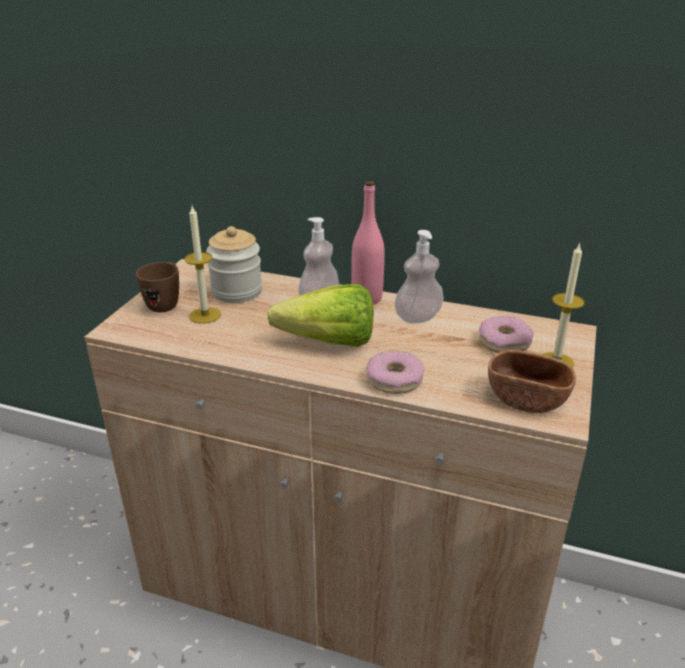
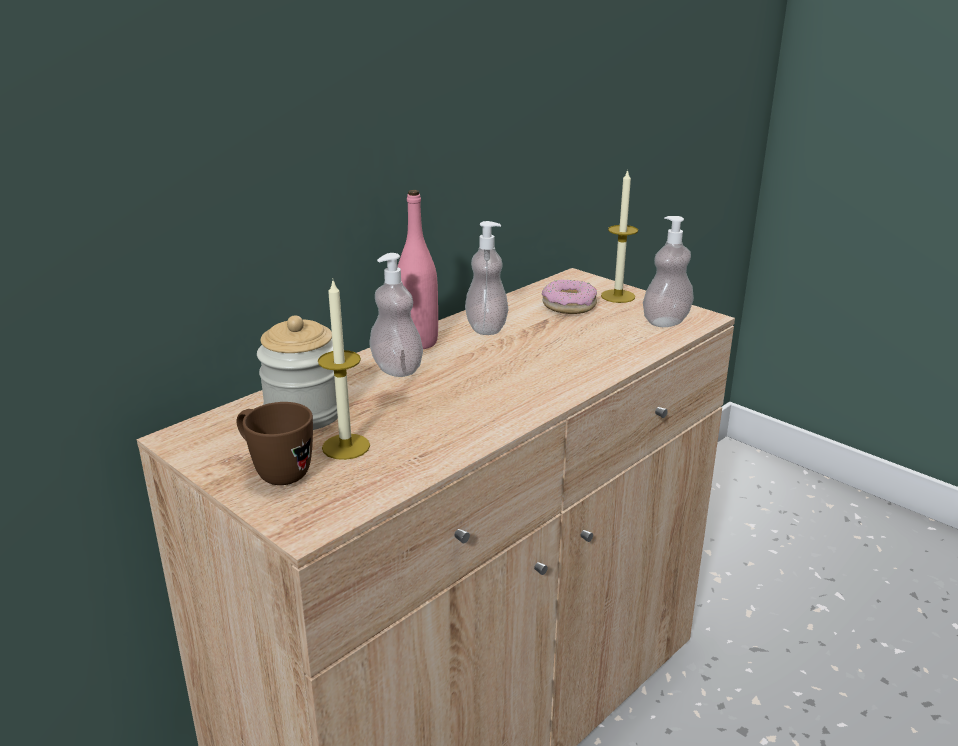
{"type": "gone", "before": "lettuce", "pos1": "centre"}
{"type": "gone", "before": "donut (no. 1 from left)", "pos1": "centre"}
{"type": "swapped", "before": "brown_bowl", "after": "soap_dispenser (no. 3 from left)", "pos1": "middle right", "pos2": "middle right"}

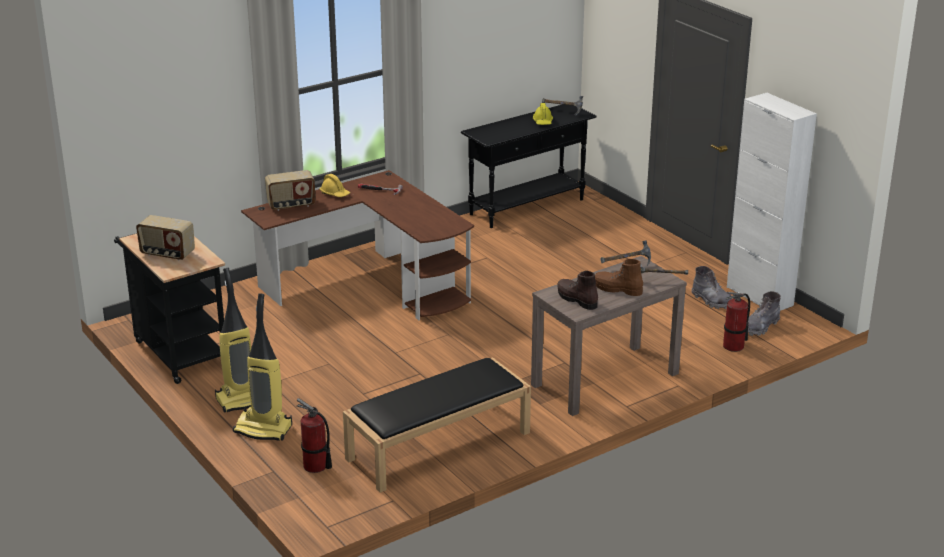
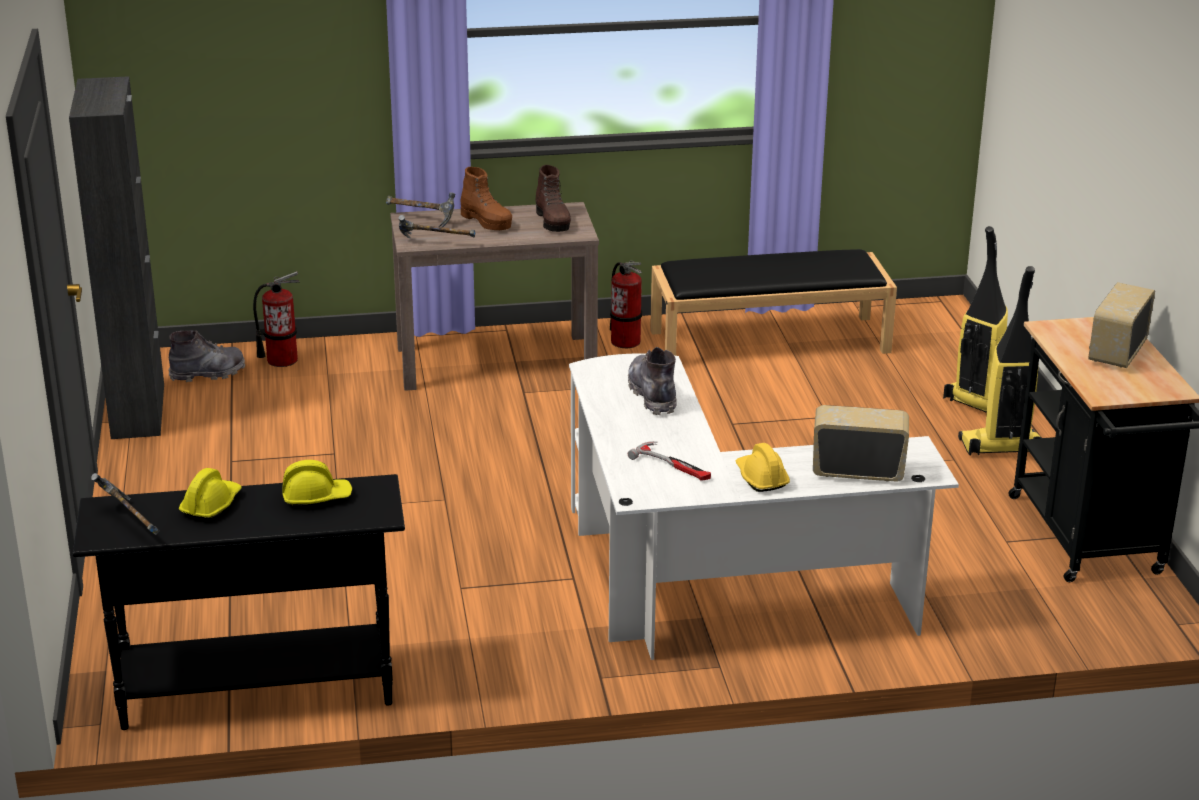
{"type": "new", "after": "yellow_hard_hat (no. 2 from left)", "pos2": "middle left"}
{"type": "shifted", "before": "fire_extinguisher (no. 1 from left in the first image)", "after": "fire_extinguisher (no. 2 from left)", "pos1": "bottom left", "pos2": "centre"}
{"type": "shifted", "before": "grey_boot (no. 1 from left in the first image)", "after": "grey_boot (no. 2 from left)", "pos1": "middle right", "pos2": "centre"}
{"type": "repainted", "before": "brown_desk", "after": "white_desk", "pos1": "centre", "pos2": "centre"}
{"type": "repainted", "before": "white_cabinet", "after": "black_cabinet", "pos1": "middle right", "pos2": "top left"}
{"type": "rotated", "before": "radio (no. 1 from left in the first image)", "pos1": "middle left", "pos2": "middle right", "turn": -105}

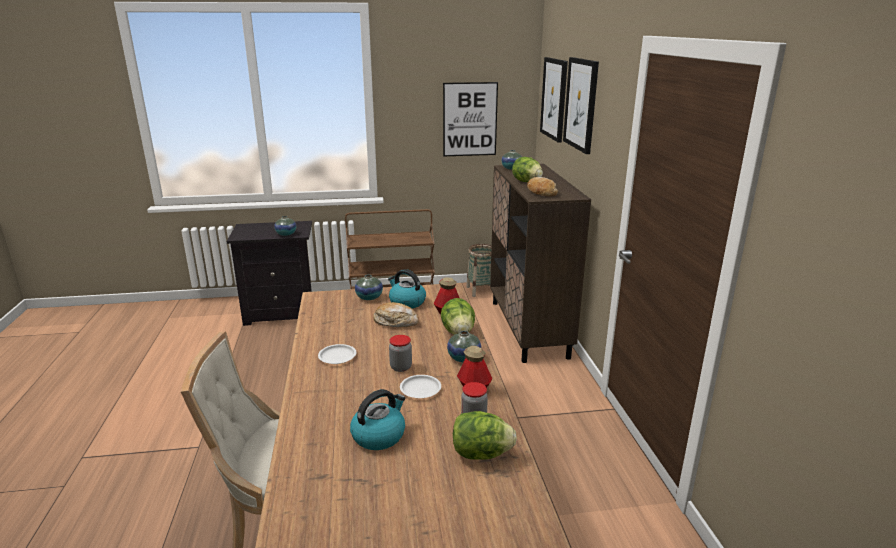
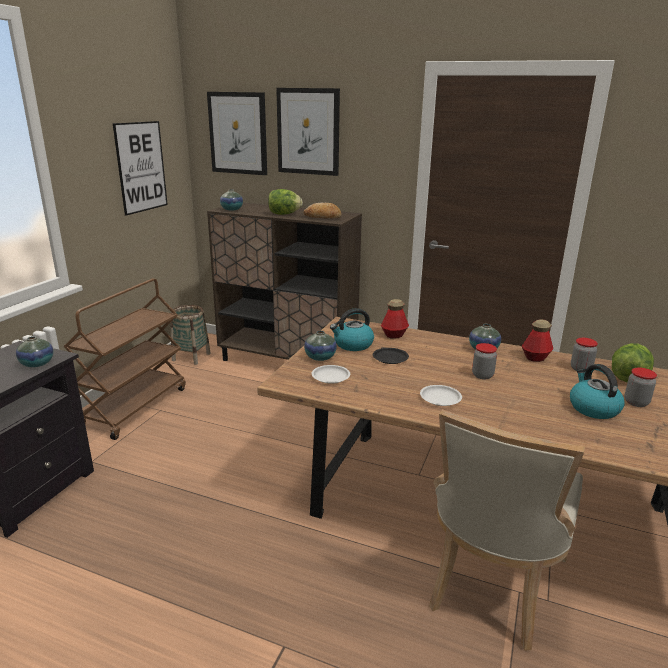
{"type": "gone", "before": "lettuce (no. 1 from left)", "pos1": "centre"}
{"type": "new", "after": "jar (no. 3 from left)", "pos2": "middle right"}
{"type": "shifted", "before": "white_plate (no. 2 from left in the first image)", "after": "white_plate (no. 1 from left)", "pos1": "bottom centre", "pos2": "centre"}
{"type": "swapped", "before": "bread (no. 1 from left)", "after": "black_plate", "pos1": "centre", "pos2": "centre"}

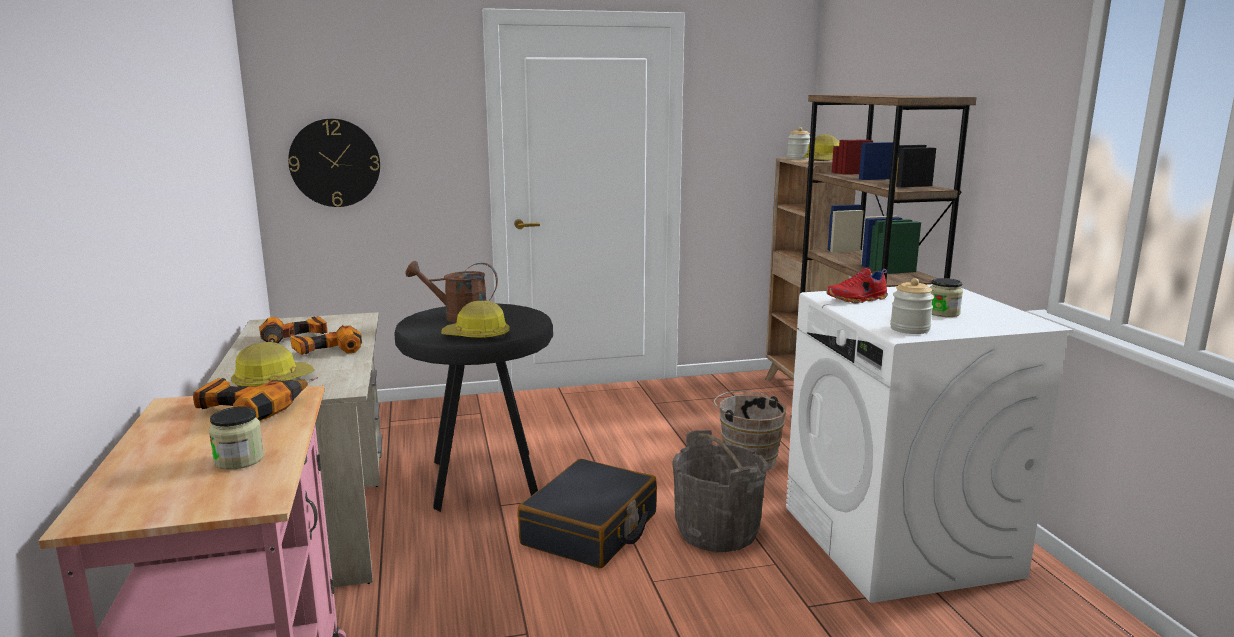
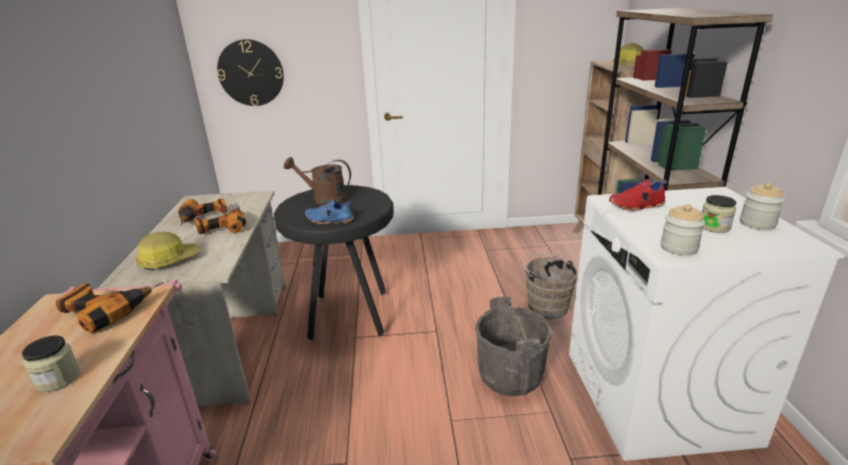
{"type": "gone", "before": "black_suitcase", "pos1": "bottom centre"}
{"type": "shifted", "before": "jar (no. 2 from left in the first image)", "after": "jar (no. 4 from left)", "pos1": "top centre", "pos2": "middle right"}
{"type": "swapped", "before": "hard_hat (no. 2 from left)", "after": "blue_shoe", "pos1": "centre", "pos2": "centre"}

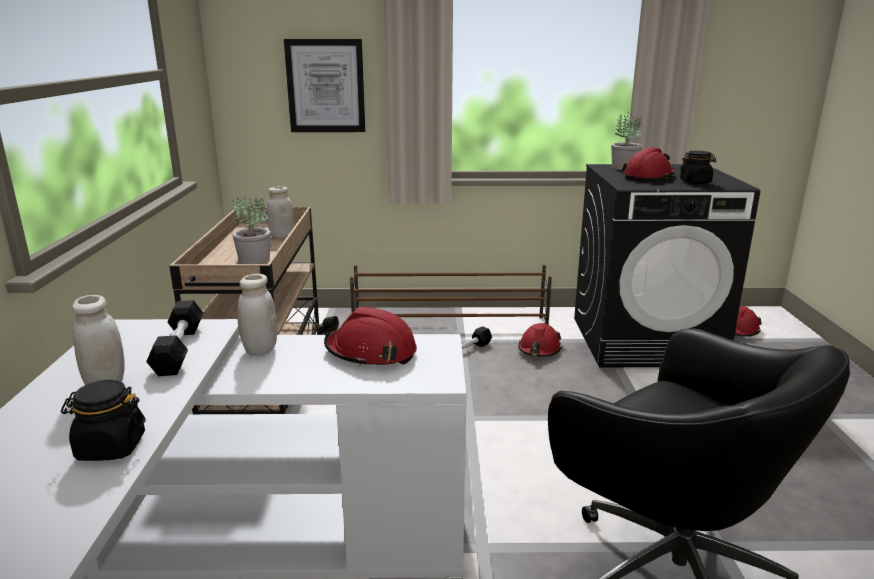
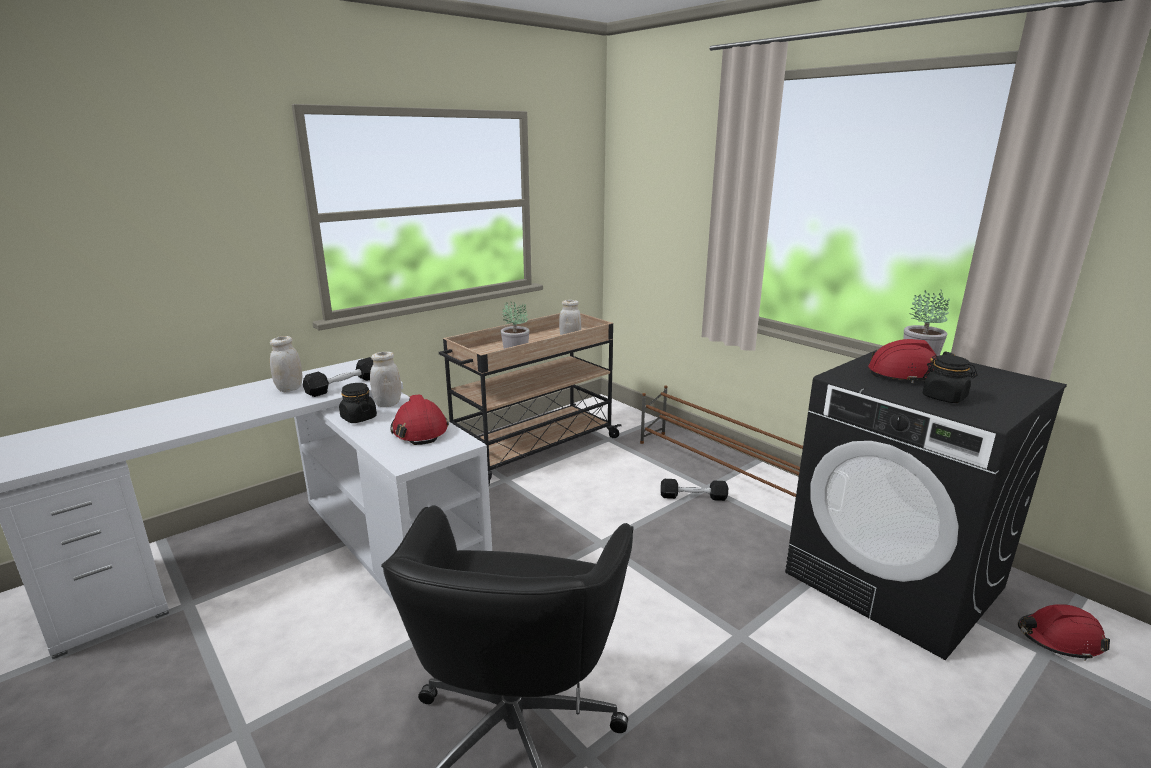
{"type": "gone", "before": "picture", "pos1": "top centre"}
{"type": "gone", "before": "red_hard_hat (no. 2 from left)", "pos1": "centre"}
{"type": "shifted", "before": "black_jar (no. 1 from left)", "pos1": "bottom left", "pos2": "middle left"}

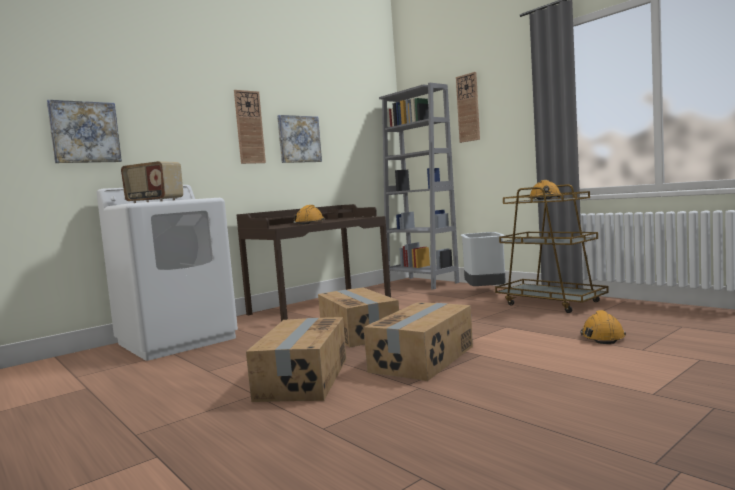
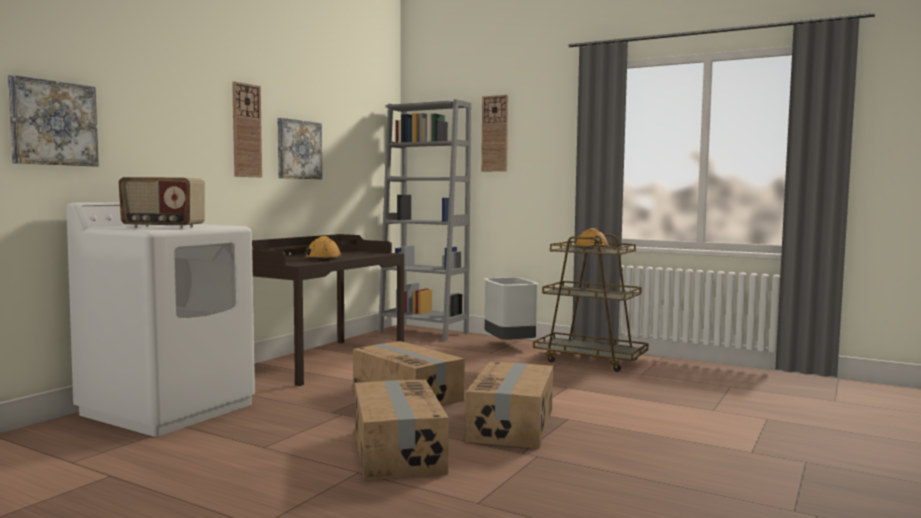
{"type": "gone", "before": "orange_hard_hat (no. 3 from left)", "pos1": "bottom right"}

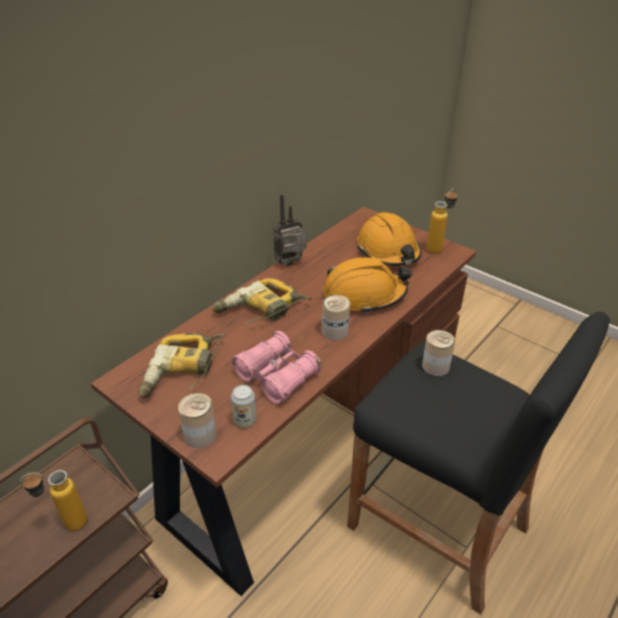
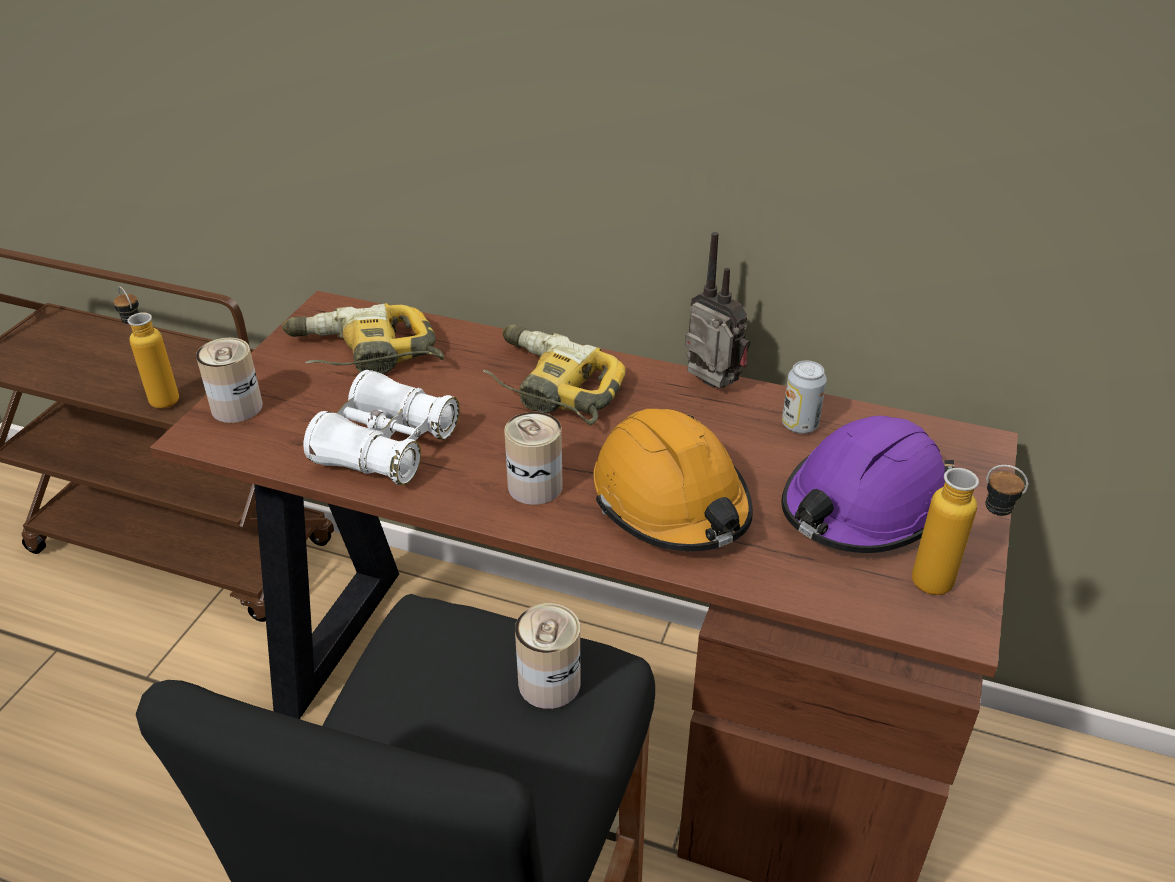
{"type": "shifted", "before": "can (no. 2 from left in the first image)", "after": "can (no. 4 from left)", "pos1": "centre", "pos2": "middle right"}
{"type": "repainted", "before": "pink_binoculars", "after": "white_binoculars", "pos1": "centre", "pos2": "middle left"}
{"type": "repainted", "before": "orange_hard_hat (no. 2 from left)", "after": "purple_hard_hat", "pos1": "centre", "pos2": "middle right"}

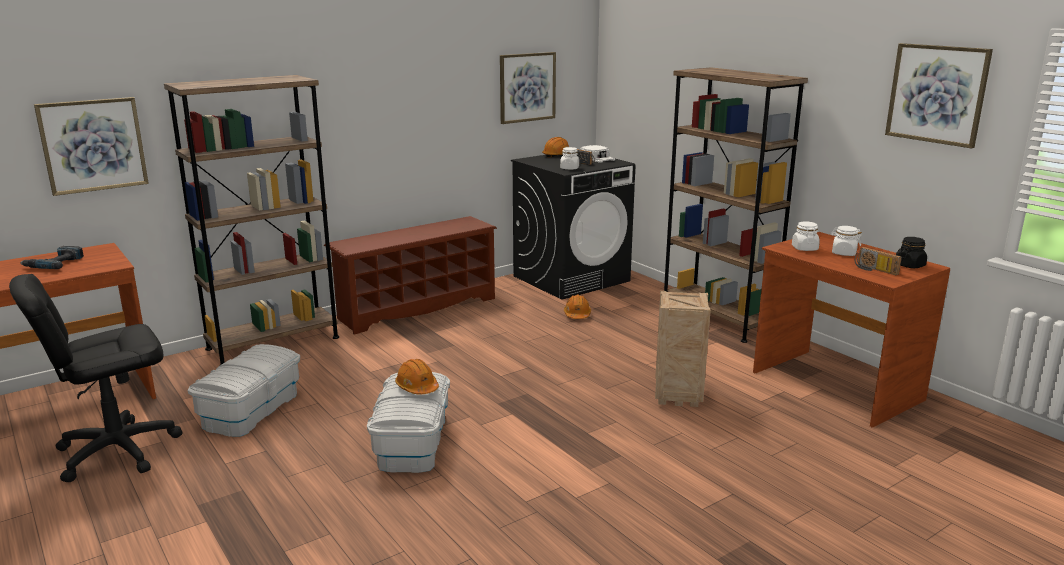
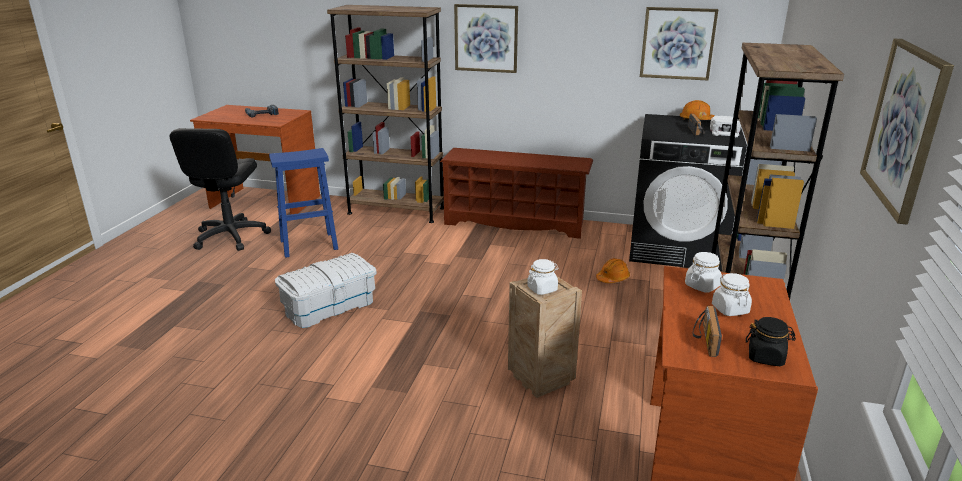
{"type": "gone", "before": "orange_hard_hat (no. 1 from left)", "pos1": "centre"}
{"type": "shifted", "before": "picture (no. 1 from left)", "pos1": "top left", "pos2": "top centre"}
{"type": "shifted", "before": "white_jar (no. 1 from left)", "pos1": "top centre", "pos2": "centre"}
{"type": "swapped", "before": "white_storage_box (no. 1 from left)", "after": "blue_stool", "pos1": "bottom left", "pos2": "middle left"}
{"type": "rotated", "before": "black_office_chair", "pos1": "bottom left", "pos2": "middle left", "turn": -105}

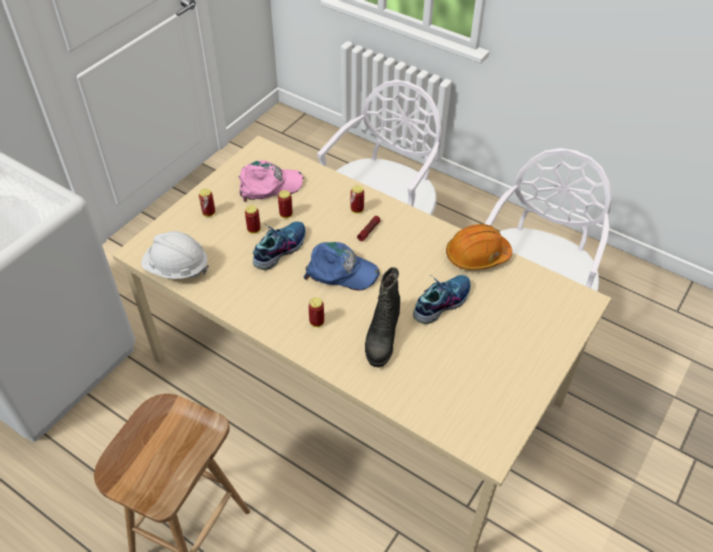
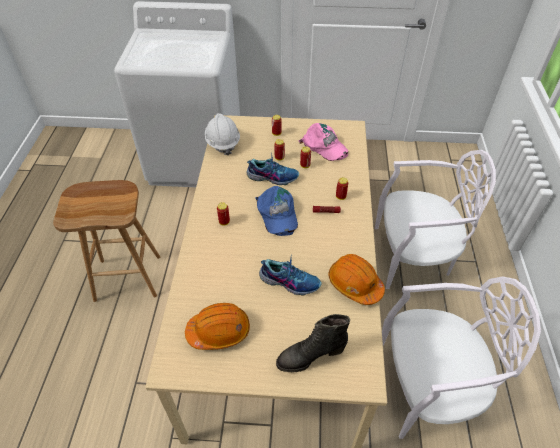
{"type": "new", "after": "orange_hard_hat (no. 1 from left)", "pos2": "bottom centre"}
{"type": "shifted", "before": "black_boot", "pos1": "centre", "pos2": "bottom centre"}

